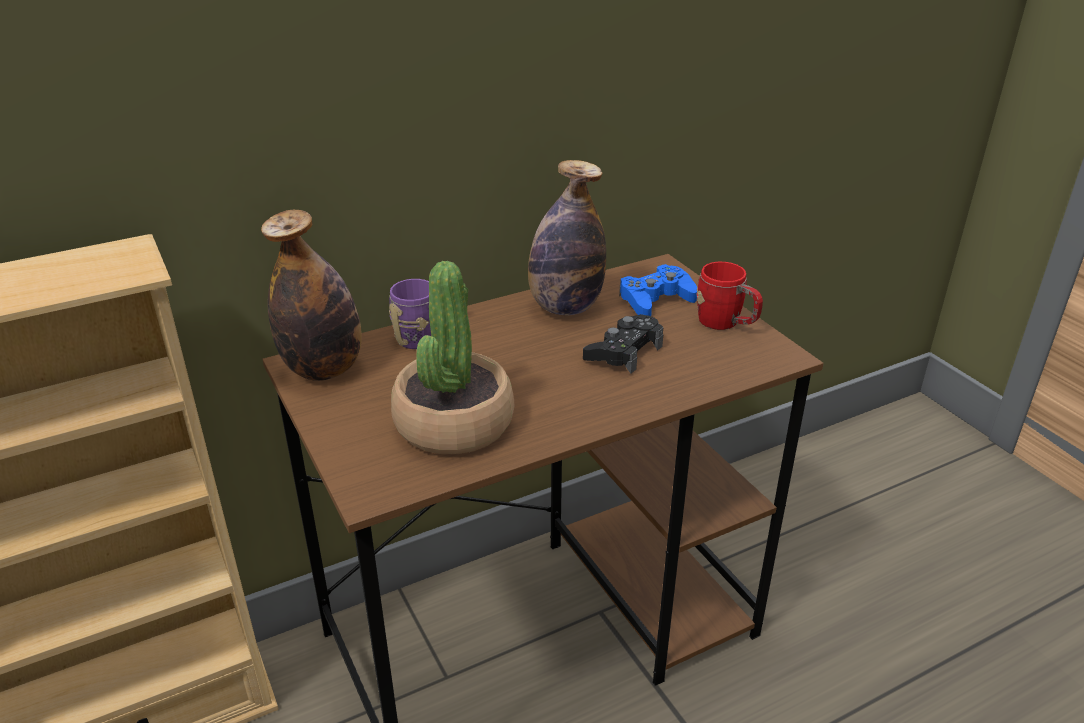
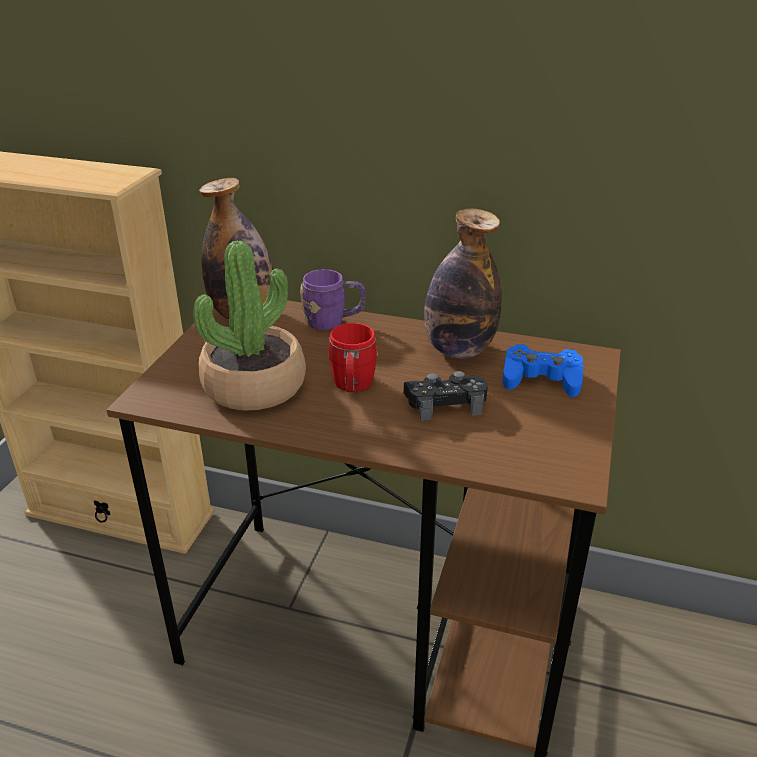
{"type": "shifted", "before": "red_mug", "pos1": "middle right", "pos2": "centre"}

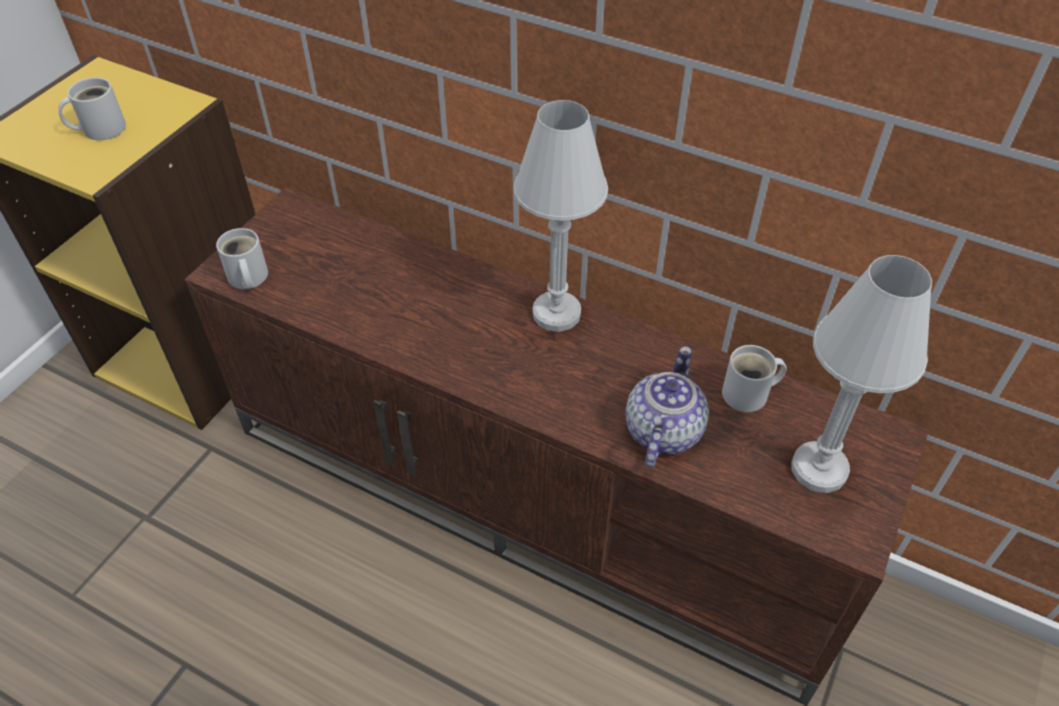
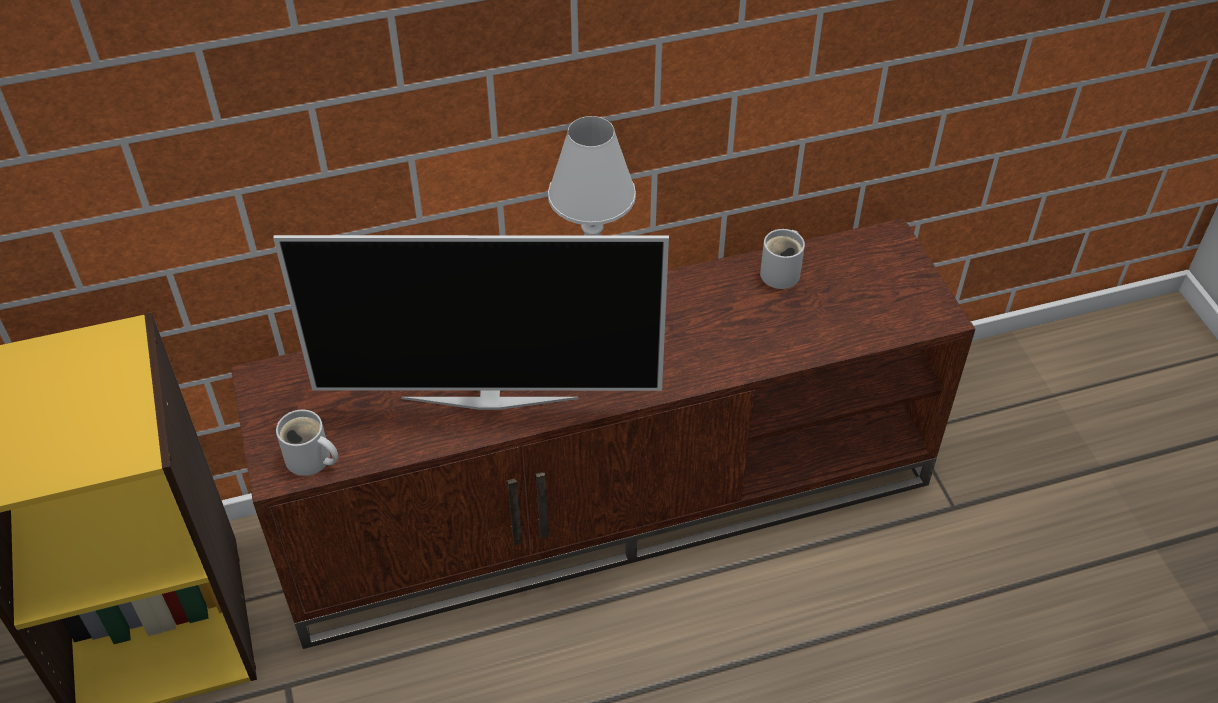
{"type": "gone", "before": "white_mug (no. 1 from left)", "pos1": "top left"}
{"type": "gone", "before": "teapot", "pos1": "centre"}
{"type": "gone", "before": "white_table_lamp (no. 2 from left)", "pos1": "middle right"}
{"type": "new", "after": "television", "pos2": "centre"}

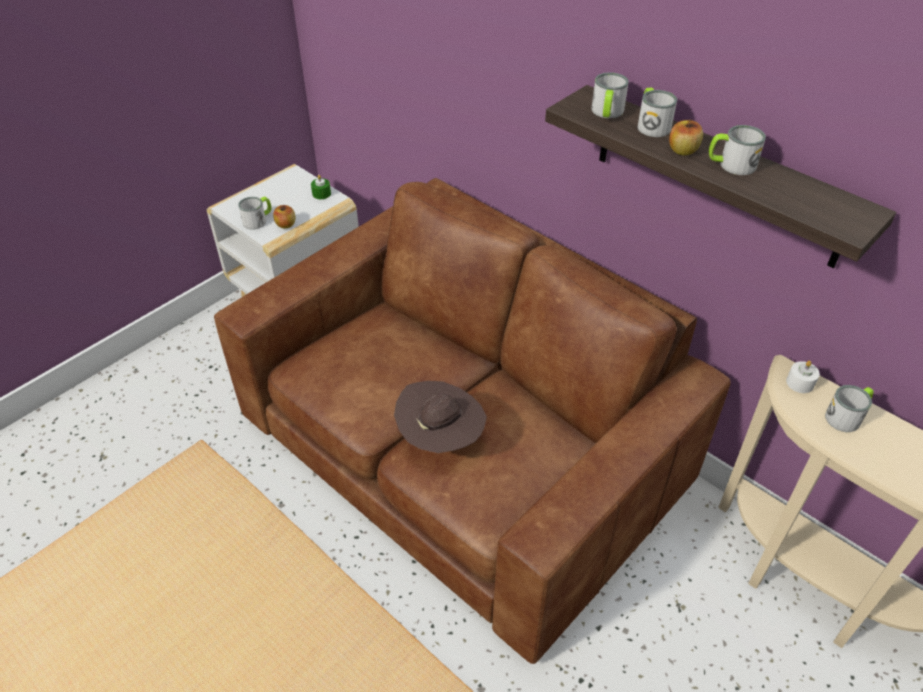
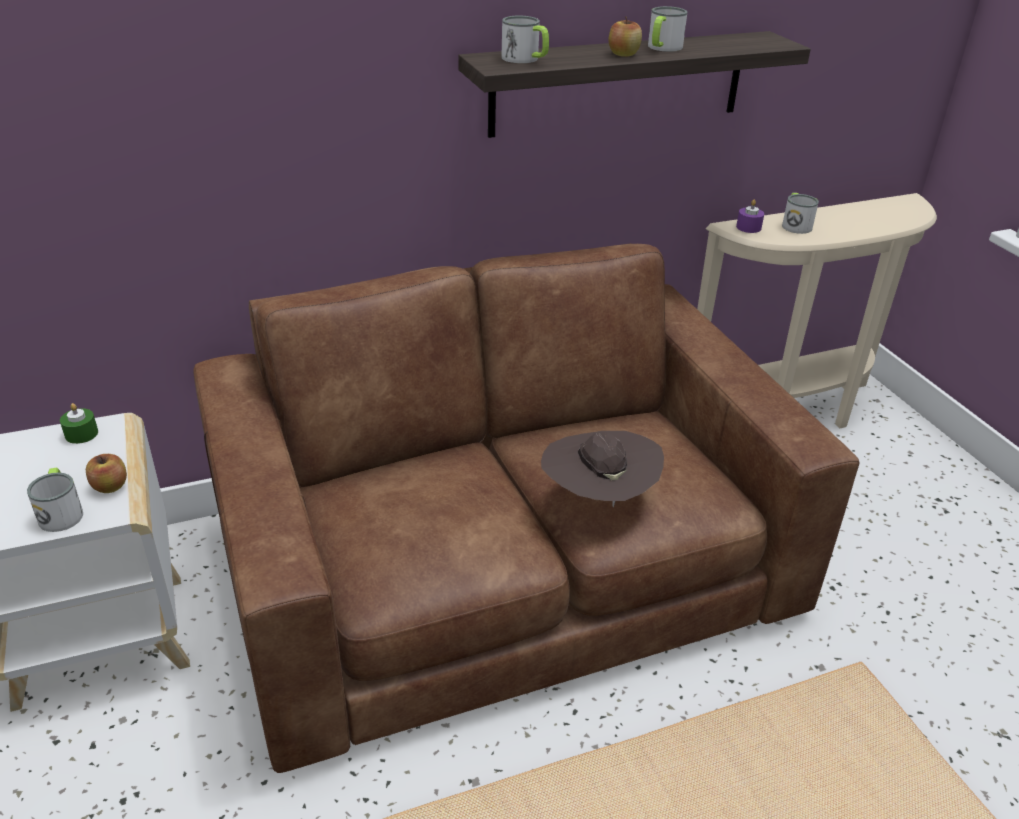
{"type": "gone", "before": "mug (no. 3 from left)", "pos1": "top right"}
{"type": "repainted", "before": "white_candle", "after": "purple_candle", "pos1": "middle right", "pos2": "top right"}

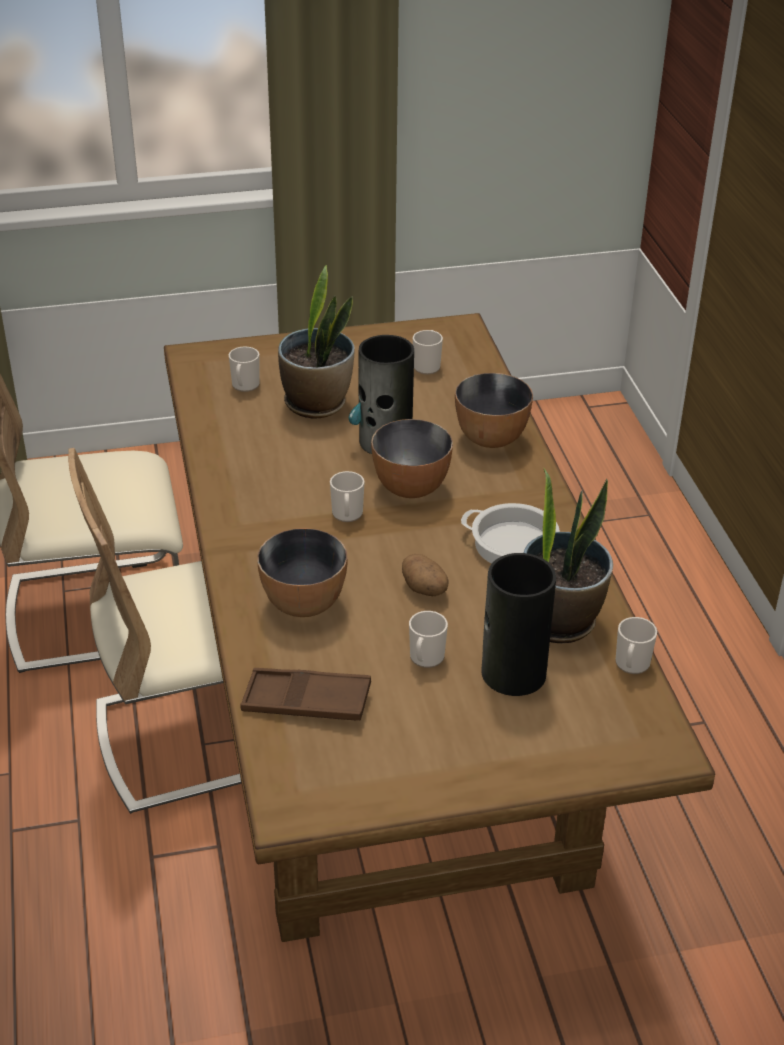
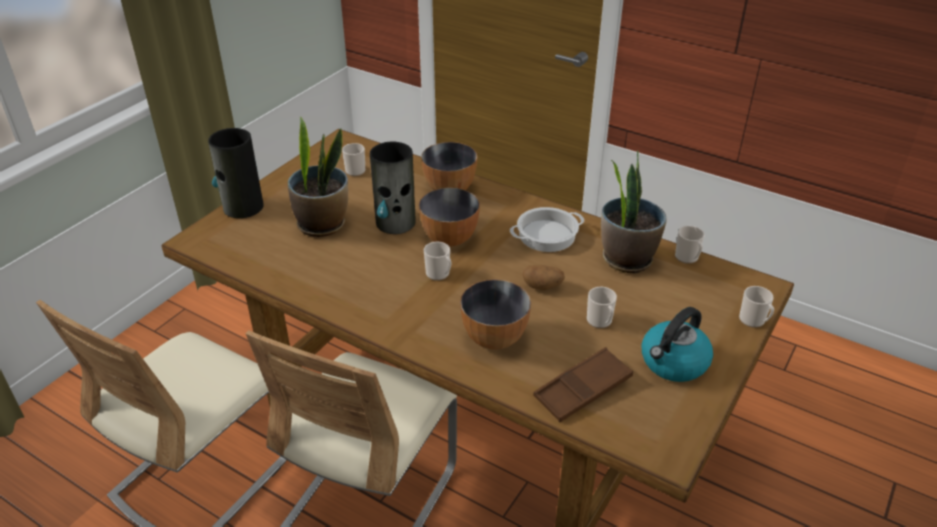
{"type": "new", "after": "kettle", "pos2": "middle right"}
{"type": "shifted", "before": "mug (no. 1 from left in the first image)", "after": "mug (no. 5 from left)", "pos1": "middle left", "pos2": "middle right"}
{"type": "shifted", "before": "vase (no. 2 from left in the first image)", "after": "vase (no. 1 from left)", "pos1": "centre", "pos2": "top left"}

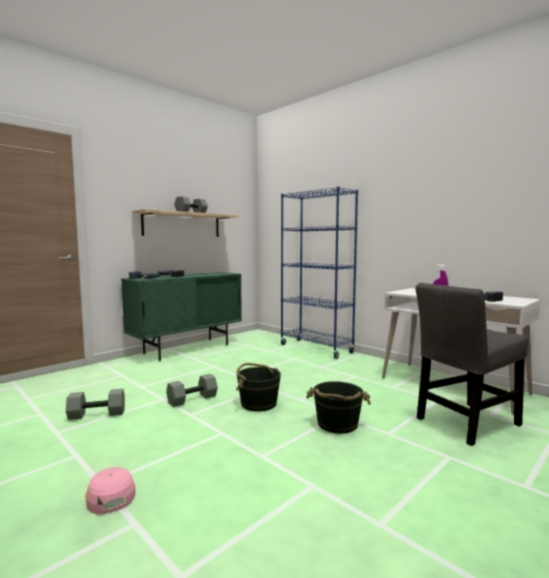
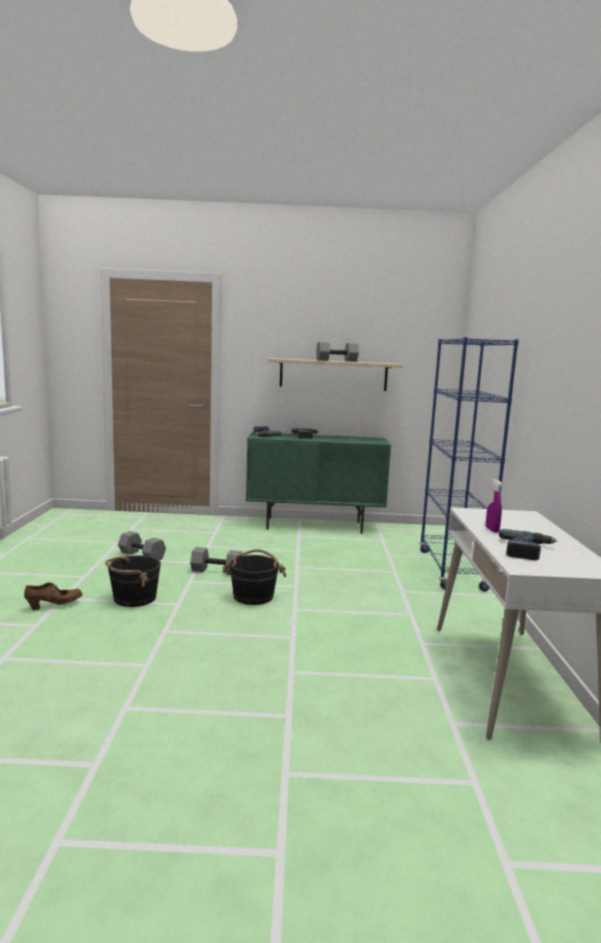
{"type": "gone", "before": "grey_chair", "pos1": "middle right"}
{"type": "shifted", "before": "black_bucket (no. 2 from left in the first image)", "after": "black_bucket (no. 1 from left)", "pos1": "bottom centre", "pos2": "middle left"}
{"type": "swapped", "before": "pink_cap", "after": "brown_shoe", "pos1": "bottom left", "pos2": "middle left"}

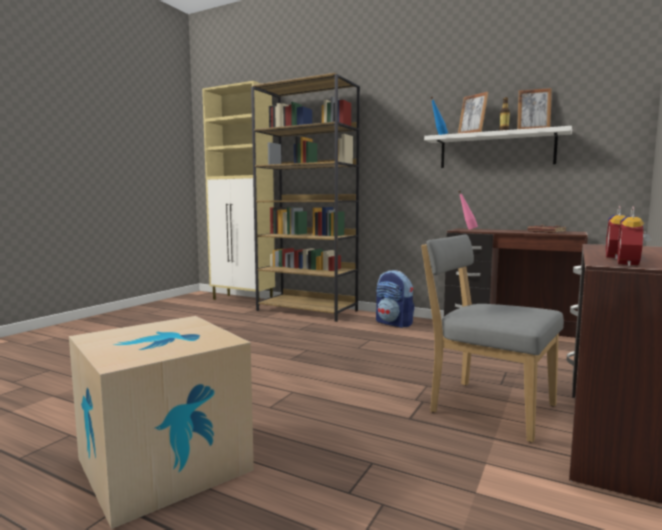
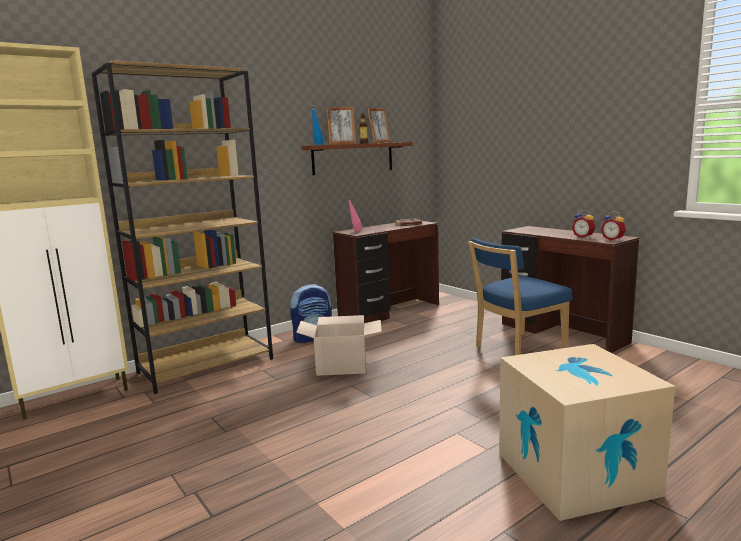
{"type": "new", "after": "cardboard_box (no. 1 from left)", "pos2": "centre"}
{"type": "repainted", "before": "grey_chair", "after": "blue_chair", "pos1": "middle right", "pos2": "middle right"}
{"type": "repainted", "before": "white_shelf", "after": "brown_shelf", "pos1": "top right", "pos2": "top centre"}

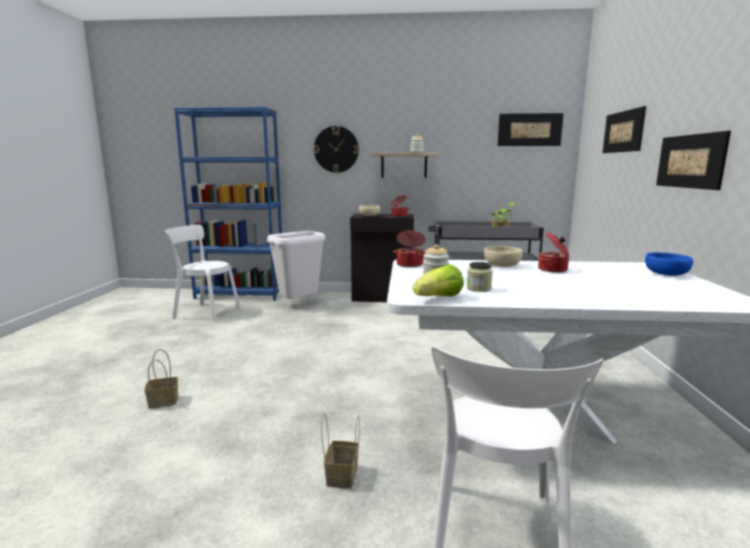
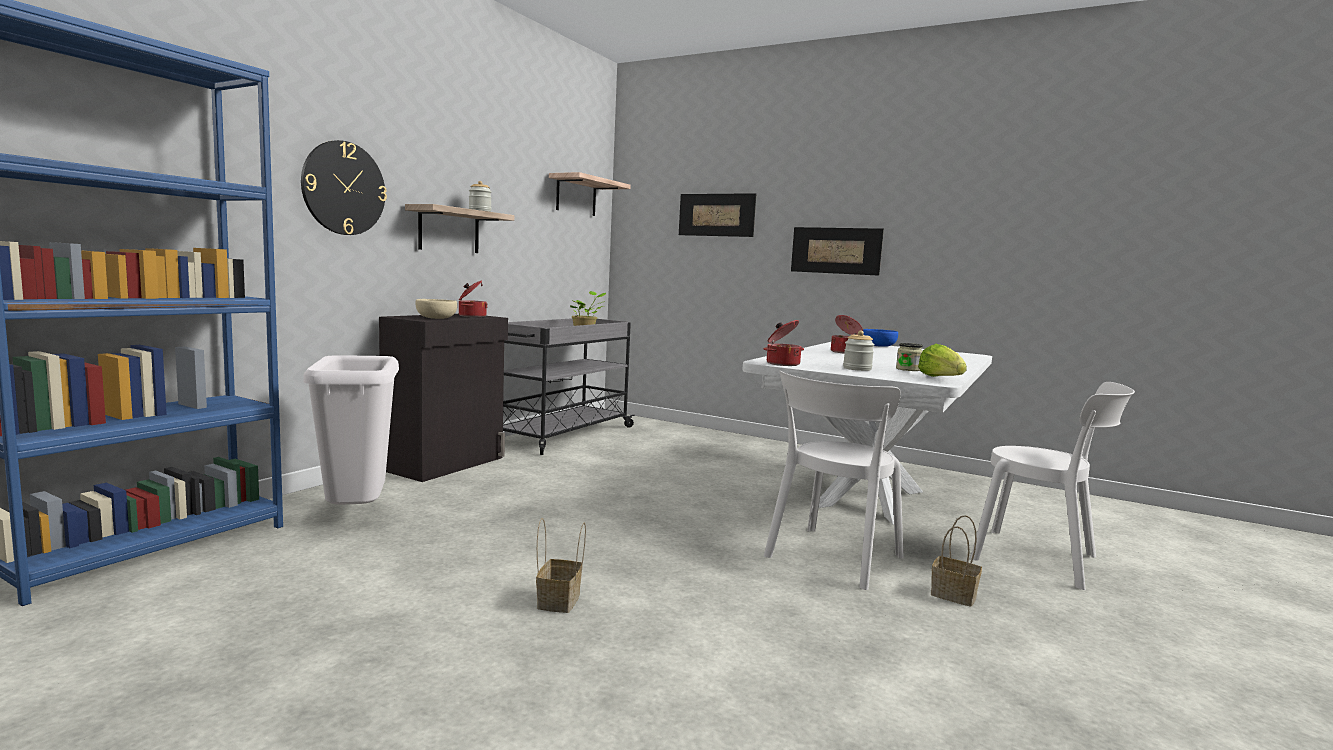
{"type": "gone", "before": "beige_bowl (no. 2 from left)", "pos1": "middle right"}
{"type": "shifted", "before": "basket (no. 1 from left)", "pos1": "bottom left", "pos2": "bottom centre"}
{"type": "shifted", "before": "white_chair (no. 1 from left)", "pos1": "middle left", "pos2": "centre"}
{"type": "swapped", "before": "picture (no. 1 from left)", "after": "shelf (no. 2 from left)", "pos1": "top right", "pos2": "top centre"}

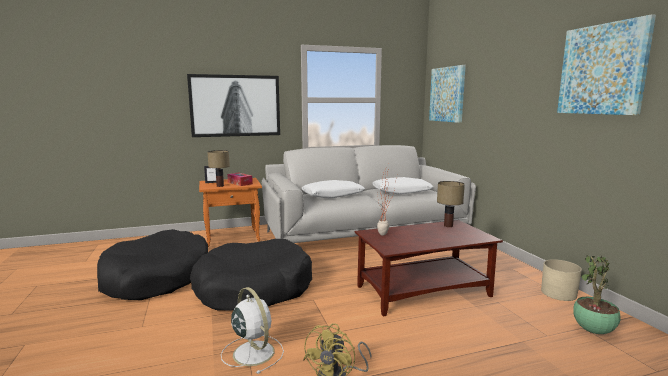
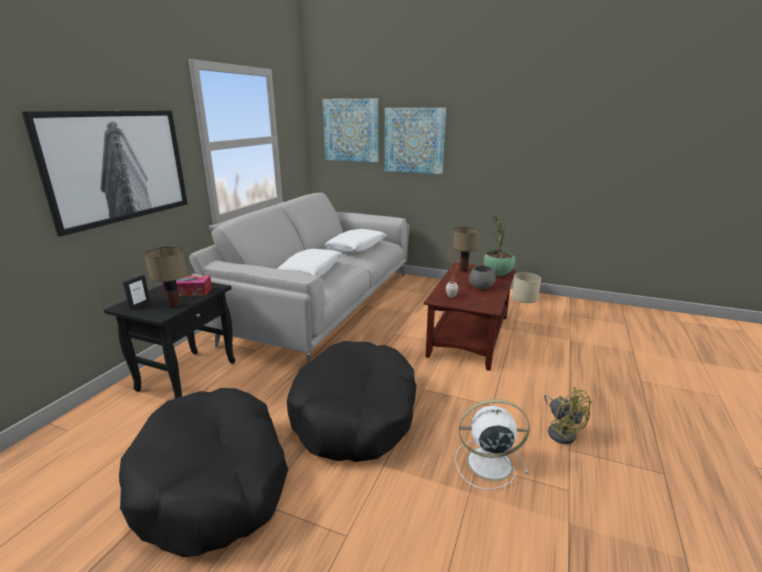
{"type": "new", "after": "grey_bowl", "pos2": "centre"}
{"type": "shifted", "before": "picture (no. 3 from left)", "pos1": "top right", "pos2": "top centre"}
{"type": "shifted", "before": "potted_plant (no. 2 from left)", "pos1": "bottom right", "pos2": "centre"}
{"type": "repainted", "before": "orange_side_table", "after": "black_side_table", "pos1": "centre", "pos2": "middle left"}

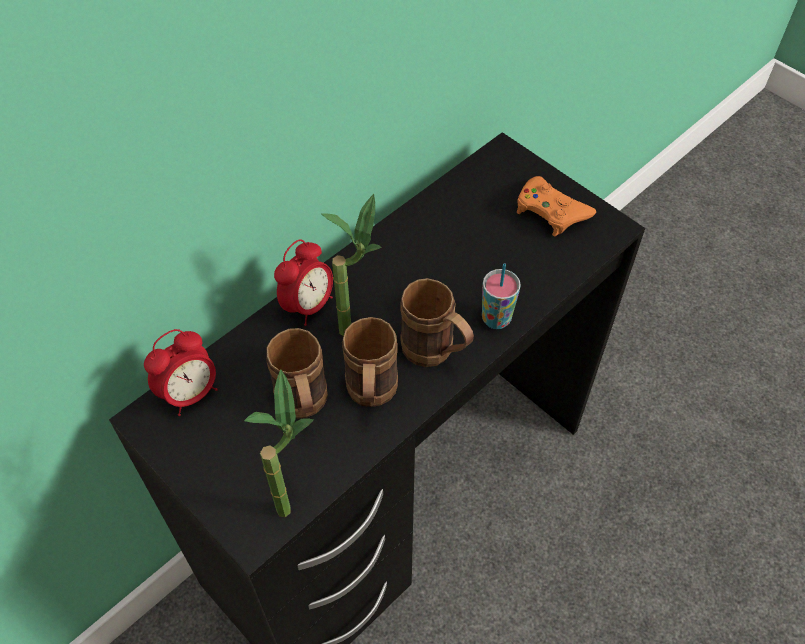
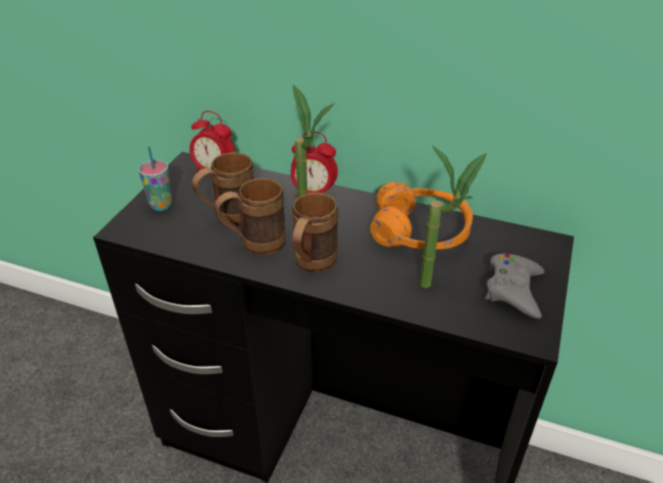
{"type": "new", "after": "orange_headphones", "pos2": "centre"}
{"type": "shifted", "before": "potted_plant (no. 1 from left in the first image)", "after": "potted_plant (no. 2 from left)", "pos1": "bottom centre", "pos2": "middle right"}
{"type": "shifted", "before": "cup", "pos1": "centre", "pos2": "middle left"}
{"type": "repainted", "before": "orange_game_controller", "after": "grey_game_controller", "pos1": "top right", "pos2": "middle right"}

